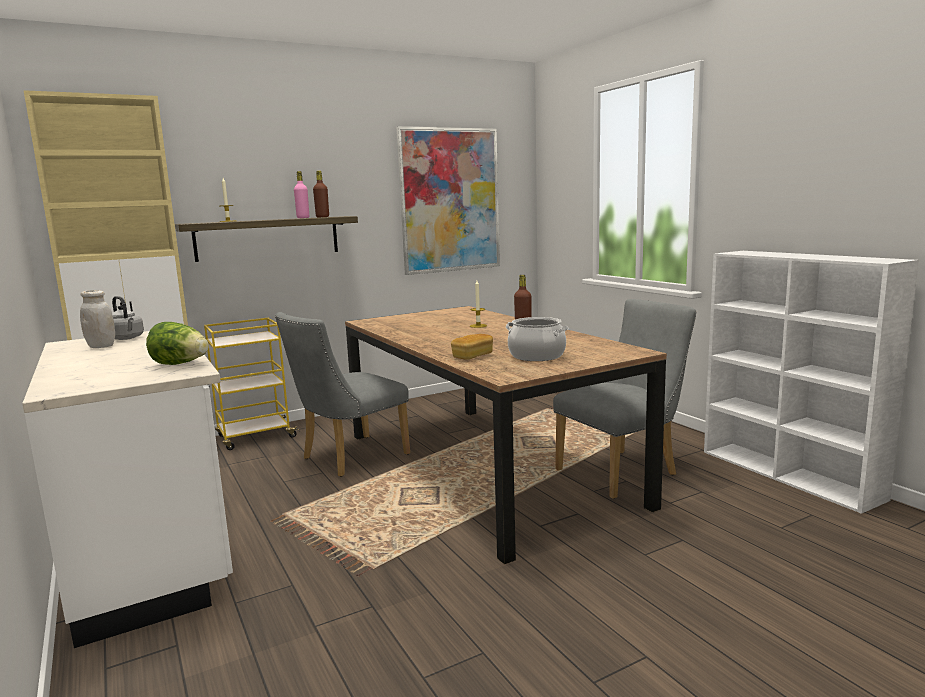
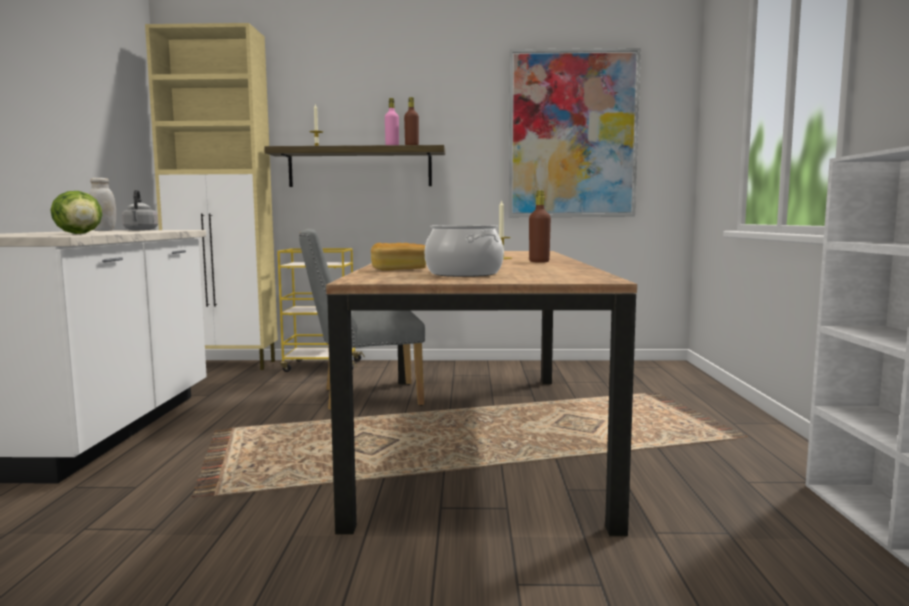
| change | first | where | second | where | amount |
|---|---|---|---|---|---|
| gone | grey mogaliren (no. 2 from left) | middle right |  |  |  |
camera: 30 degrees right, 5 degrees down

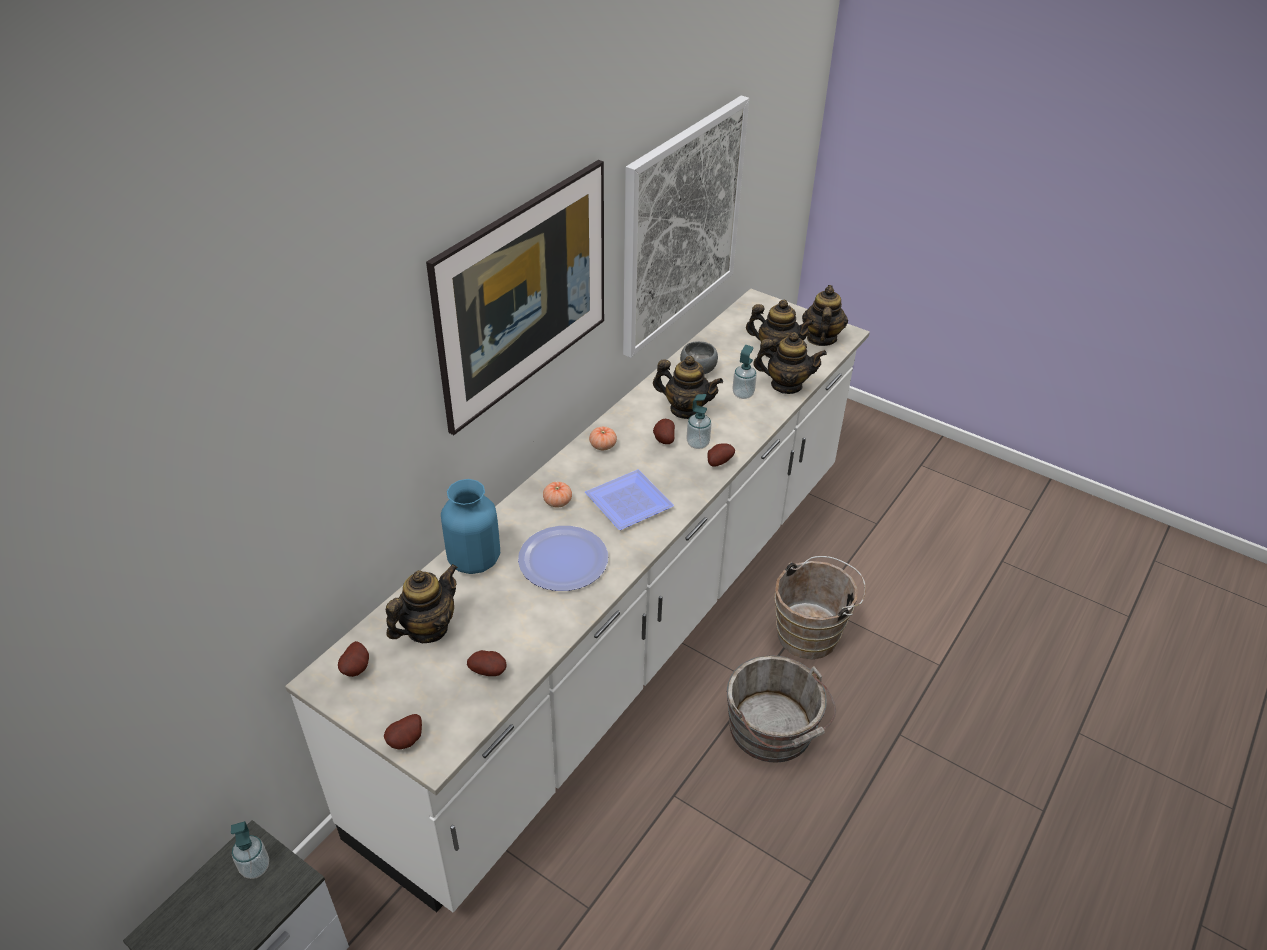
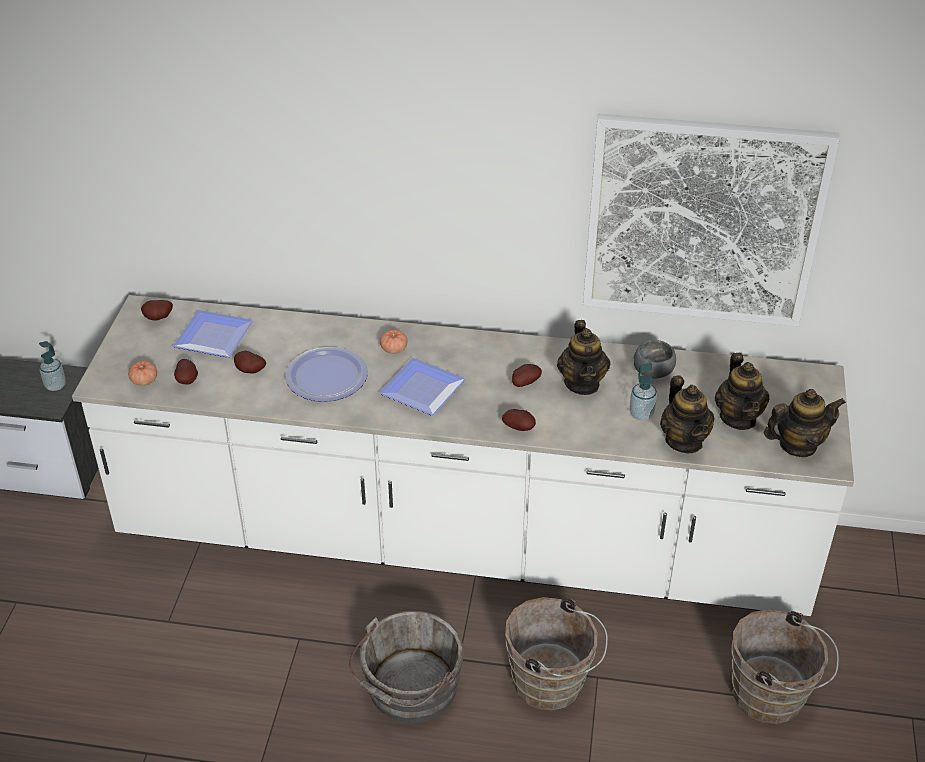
| change | first | where | second | where | amount |
|---|---|---|---|---|---|
| shifted | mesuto (no. 2 from left in the first image) | bottom left | mesuto (no. 3 from left) | middle left |  |
| swapped | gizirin (no. 1 from left) | middle left | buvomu (no. 1 from left) | middle left |  |
| gone | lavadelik (no. 1 from left) | top centre |  |  |  |
| gone | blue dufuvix | centre |  |  |  |
| shifted | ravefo (no. 2 from left in the first image) | centre | ravefo (no. 1 from left) | middle left |  |
| gone | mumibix (no. 2 from left) | centre |  |  |  |
| new |  |  | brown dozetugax (no. 2 from left) | bottom right |  |
camera: 65 degrees right, 0 degrees up

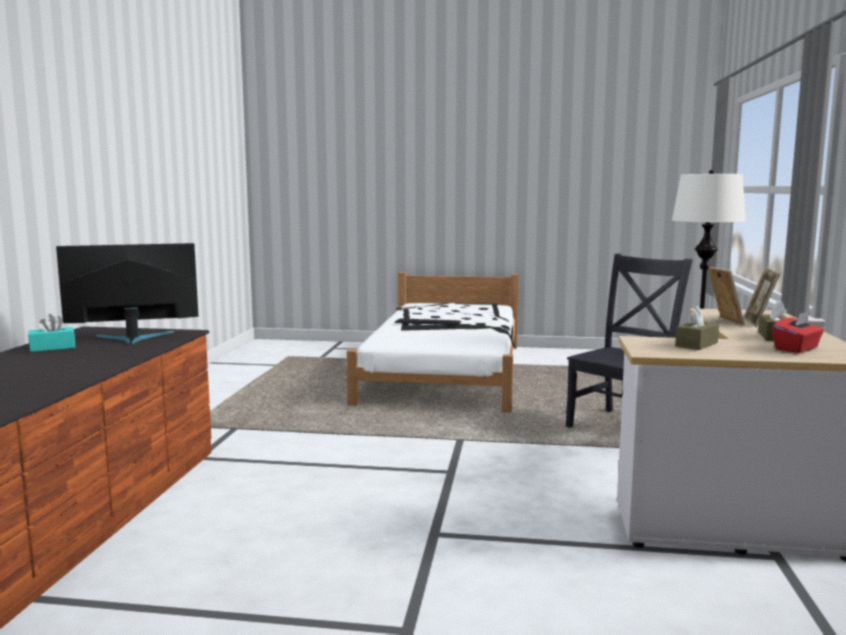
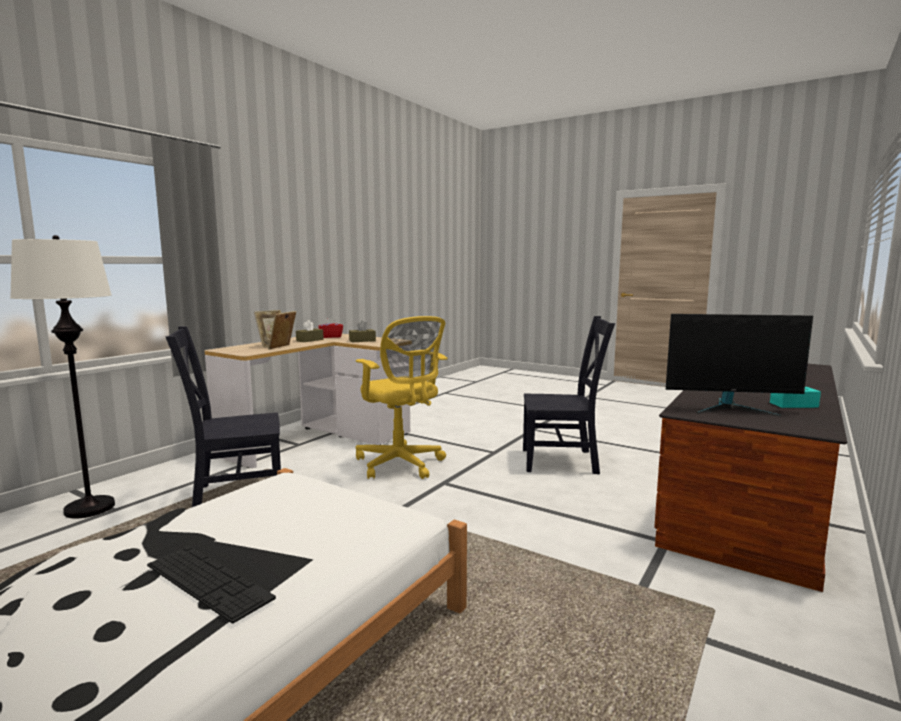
| change | first | where | second | where | amount |
|---|---|---|---|---|---|
| new |  |  | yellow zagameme | centre |  |
| new |  |  | black mogaliren (no. 2 from left) | centre |  |
camera: 155 degrees left, 0 degrees up

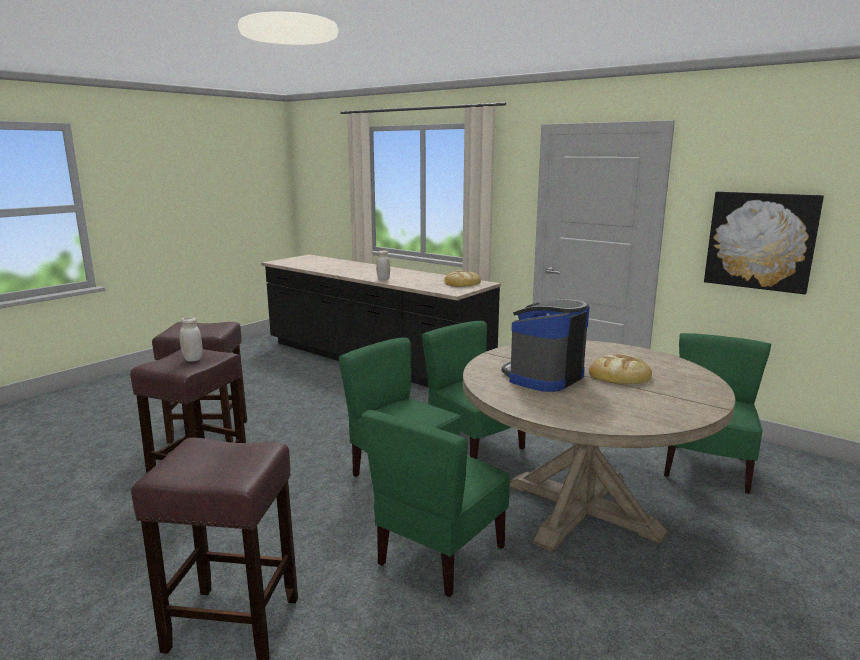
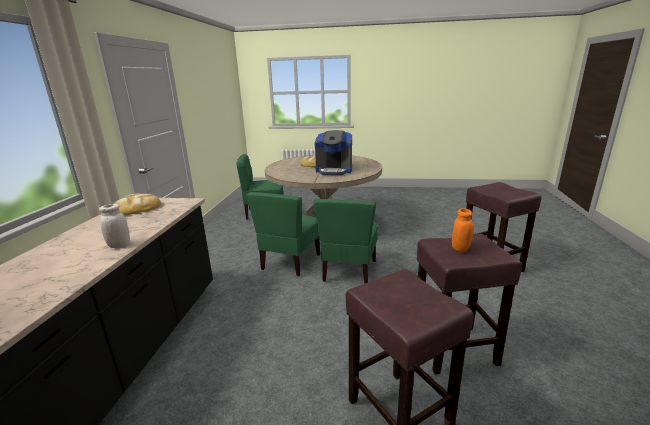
| change | first | where | second | where | amount |
|---|---|---|---|---|---|
| repainted | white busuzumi (no. 1 from left) | middle left | orange busuzumi | middle right |  |
| gone | green mogaliren (no. 2 from left) | bottom centre |  |  |  |
| gone | lavadelik | middle right |  |  |  |
camera: 120 degrees left, 5 degrees up

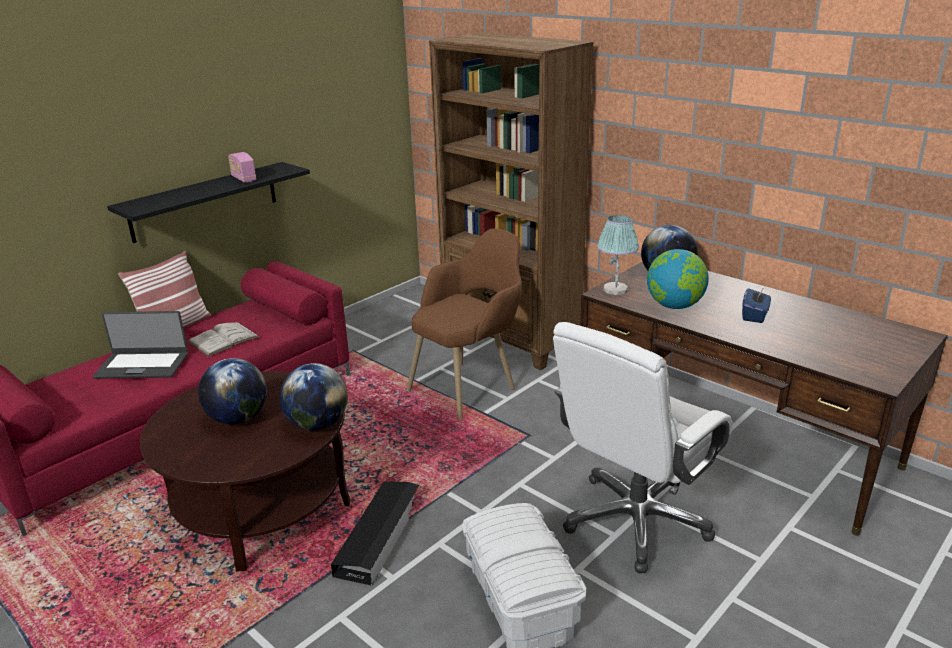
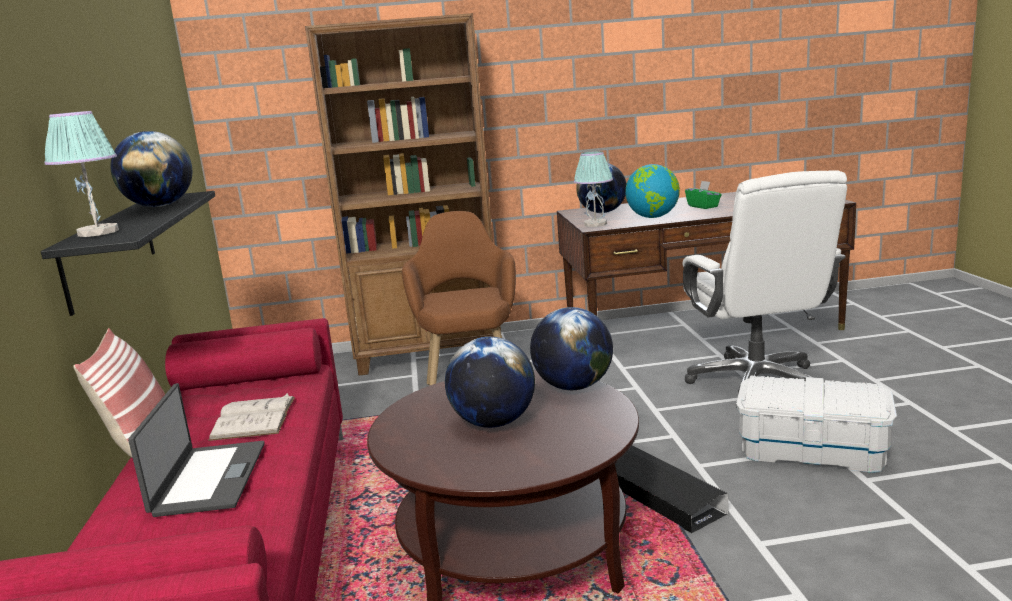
| change | first | where | second | where | amount |
|---|---|---|---|---|---|
| rotated | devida | middle left |  | bottom left | 45 degrees counterclockwise |
| swapped | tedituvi | top left | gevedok (no. 1 from left) | top left |  |
| repainted | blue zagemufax | middle right | green zagemufax | top right |  |
| new |  |  | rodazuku (no. 1 from left) | top left |  |
camera: 50 degrees left, 10 degrees down

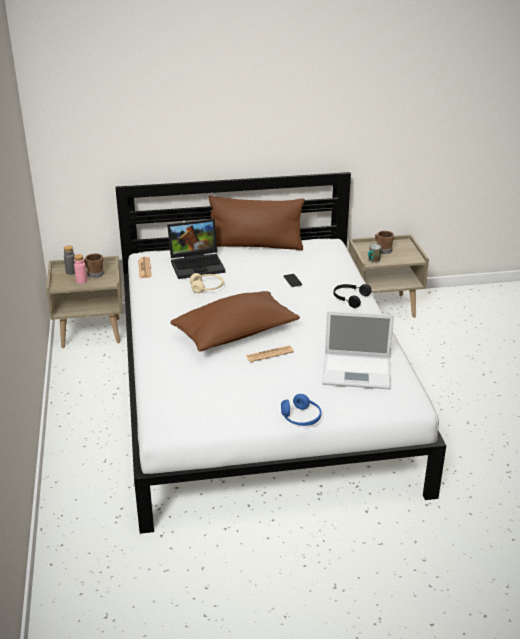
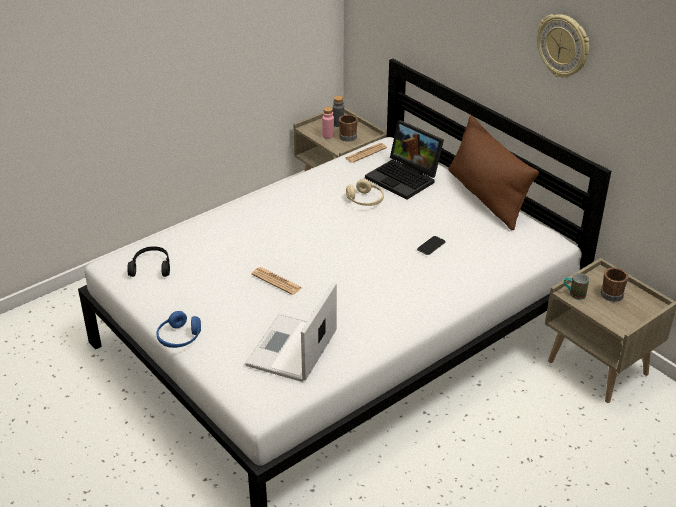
| change | first | where | second | where | amount |
|---|---|---|---|---|---|
| gone | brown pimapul (no. 1 from left) | centre |  |  |  |
| rotated | devida (no. 2 from left in the first image) | middle right | devida (no. 1 from left) | centre | 45 degrees clockwise |
| shifted | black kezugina | middle right |  | middle left |  |
| new |  |  | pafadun | top right |  |
camera: 60 degrees right, 5 degrees up

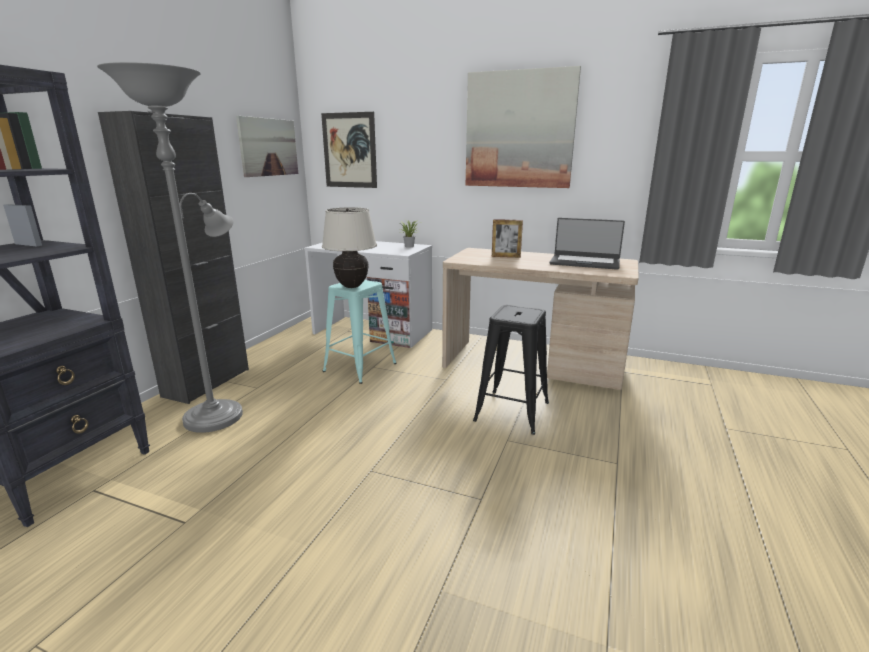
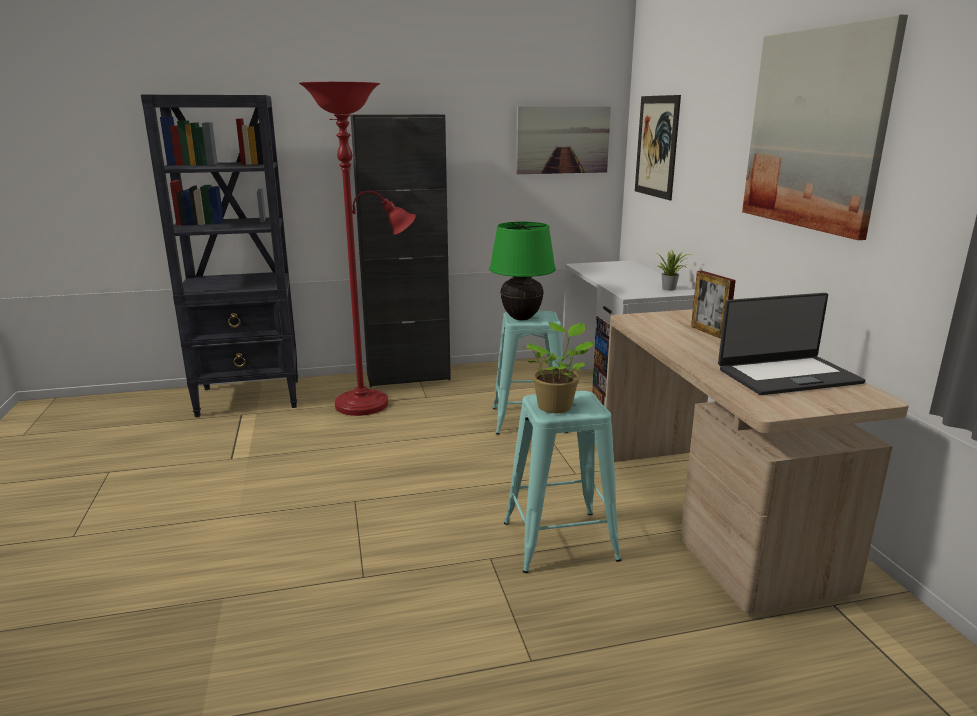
| change | first | where | second | where | amount |
|---|---|---|---|---|---|
| repainted | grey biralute | middle left | red biralute | centre |  |
| repainted | beige rodazuku | centre | green rodazuku | centre |  |
| repainted | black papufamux | centre | turquoise papufamux (no. 2 from left) | bottom centre |  |
| rotated | devida | middle right |  | middle right | 90 degrees counterclockwise |
| new |  |  | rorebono (no. 1 from left) | centre |  |
camera: 55 degrees right, 0 degrees up

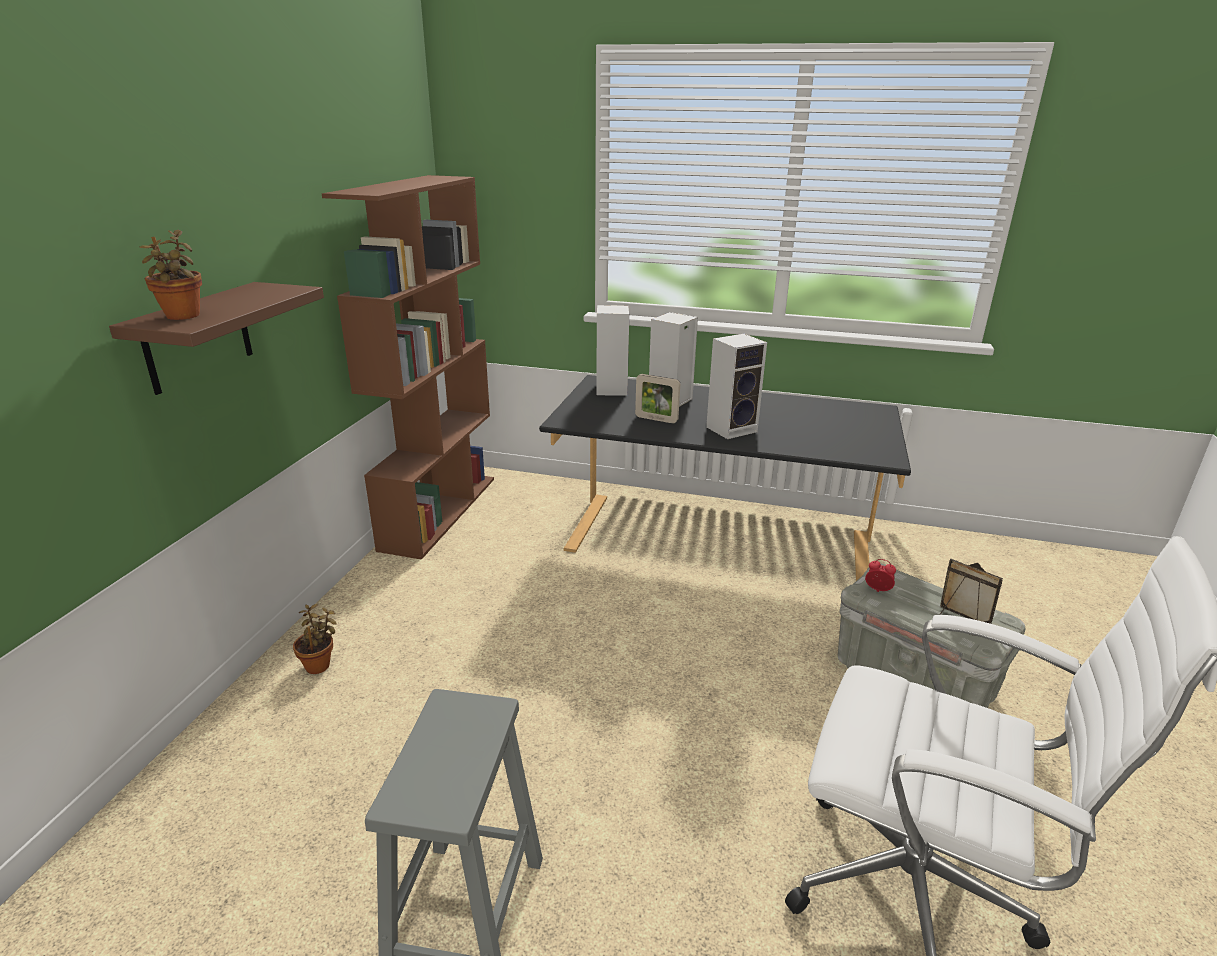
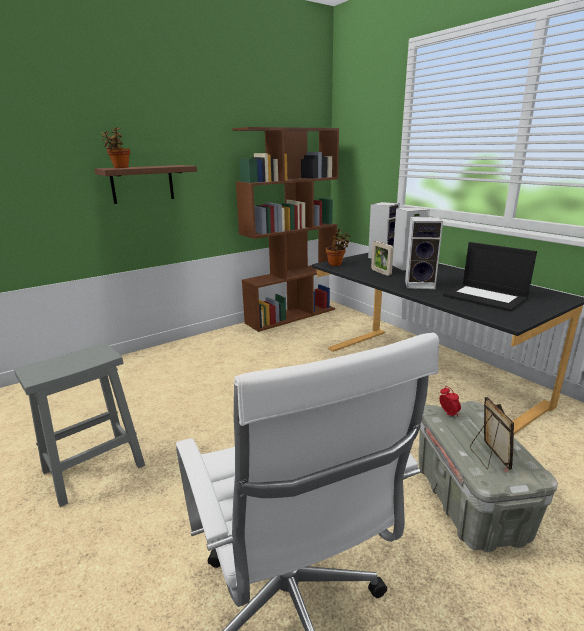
| change | first | where | second | where | amount |
|---|---|---|---|---|---|
| shifted | rorebono (no. 2 from left) | bottom left |  | centre |  |
| new |  |  | devida | middle right |  |
camera: 40 degrees right, 5 degrees down

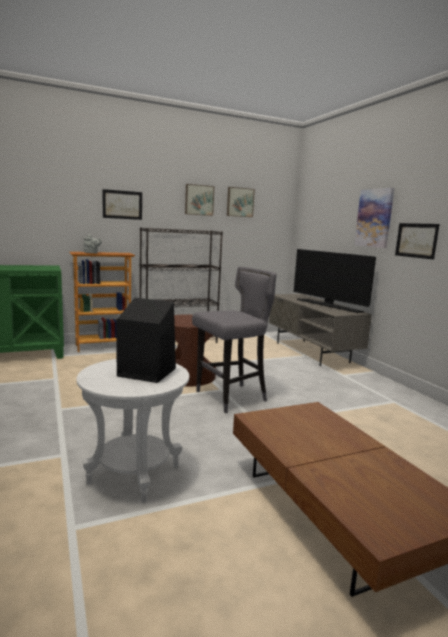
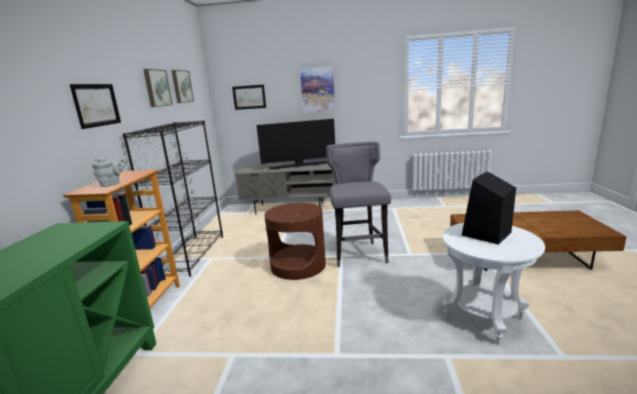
| change | first | where | second | where | amount |
|---|---|---|---|---|---|
| shifted | lavadelik (no. 5 from left in the first image) | middle right | lavadelik (no. 4 from left) | top centre |  |
camera: 60 degrees left, 5 degrees up

